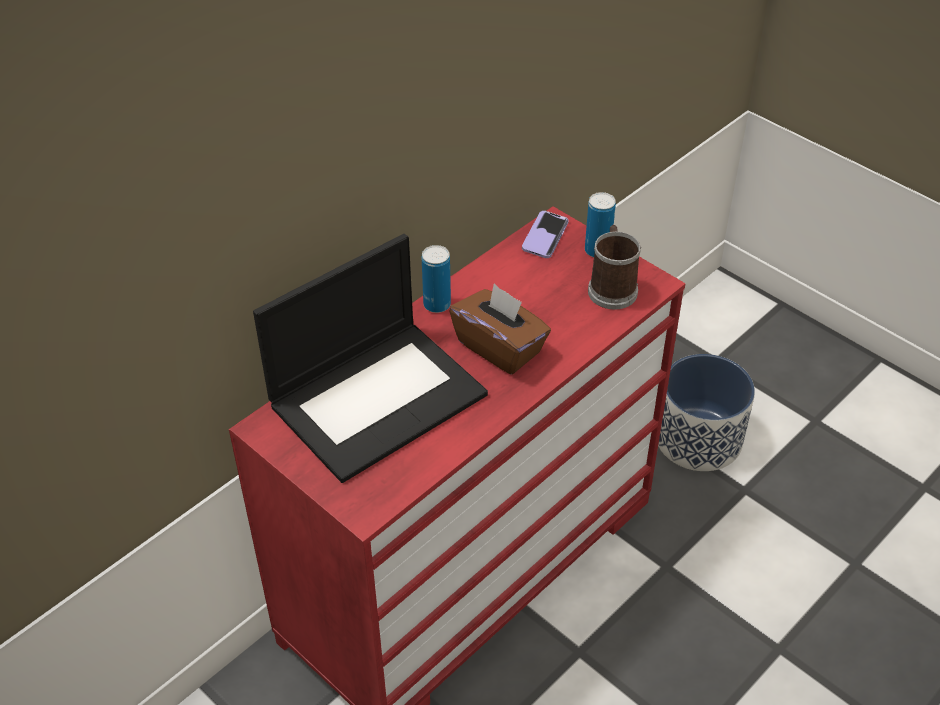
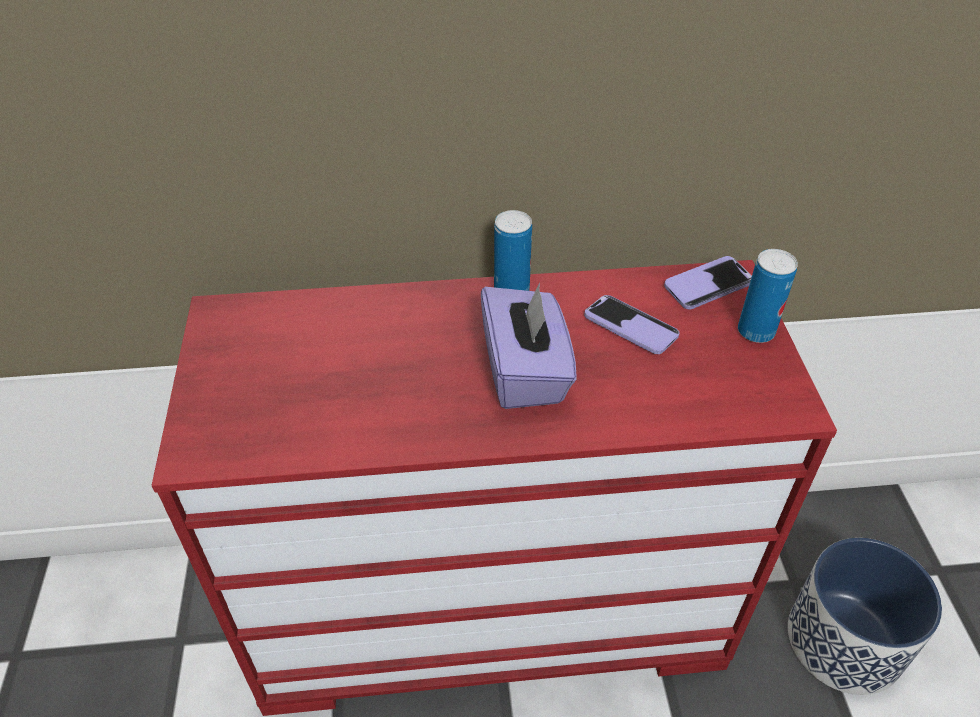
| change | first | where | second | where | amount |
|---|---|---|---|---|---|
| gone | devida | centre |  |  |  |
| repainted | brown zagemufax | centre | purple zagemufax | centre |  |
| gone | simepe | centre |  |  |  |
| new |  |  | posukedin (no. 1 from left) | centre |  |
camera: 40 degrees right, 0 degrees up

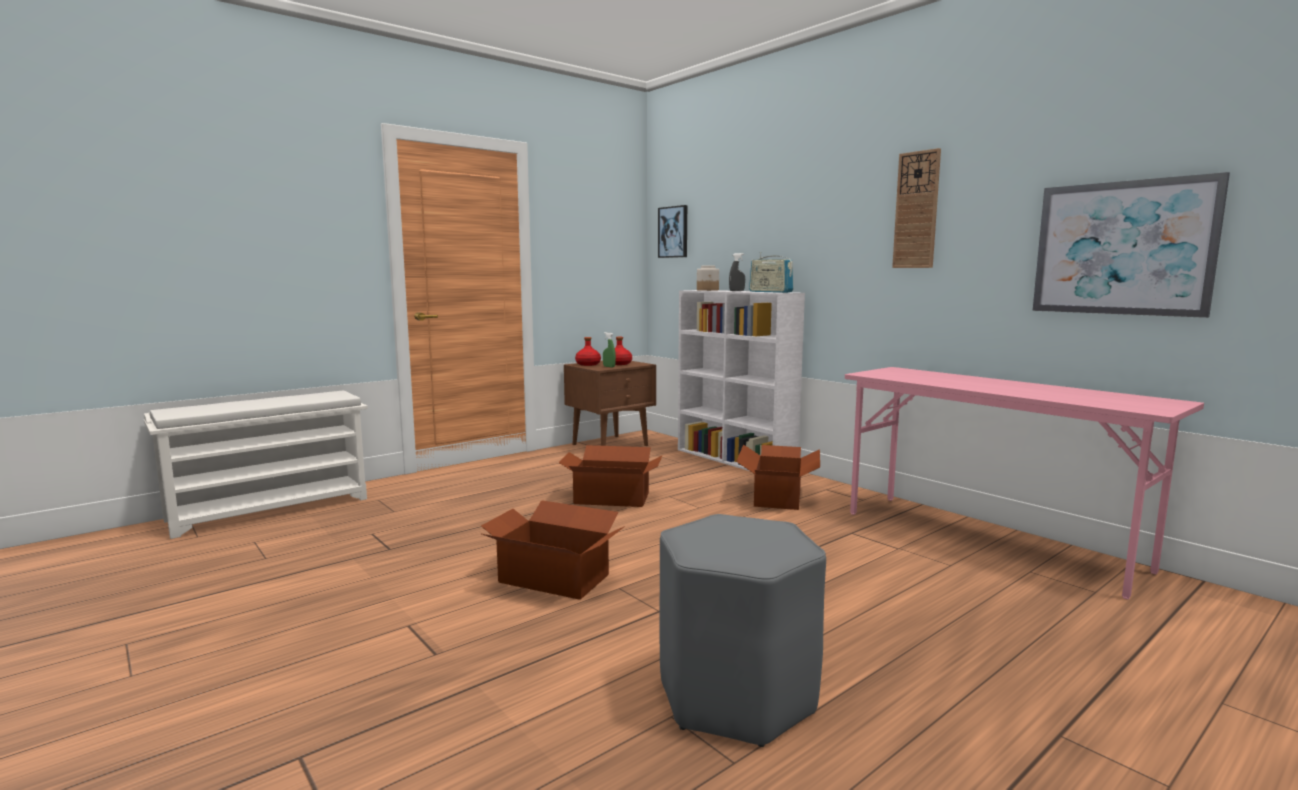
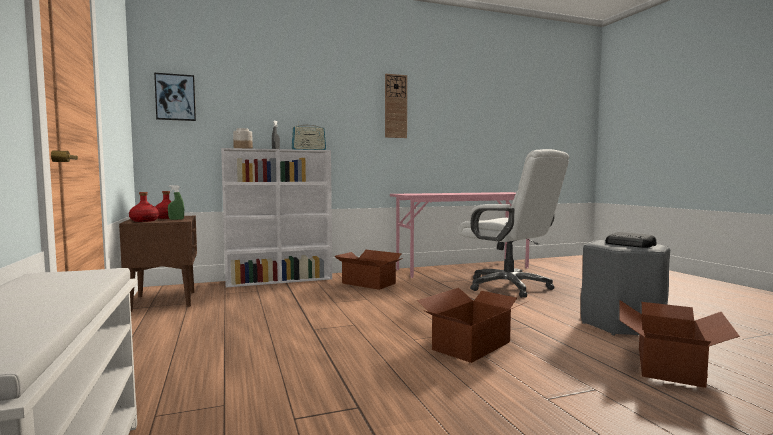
| change | first | where | second | where | amount |
|---|---|---|---|---|---|
| shifted | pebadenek (no. 2 from left in the first image) | centre | pebadenek (no. 3 from left) | bottom right |  |
| gone | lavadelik (no. 2 from left) | top right |  |  |  |
| new |  |  | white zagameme | centre |  |
| new |  |  | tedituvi (no. 2 from left) | middle right |  |
camera: 70 degrees left, 5 degrees down

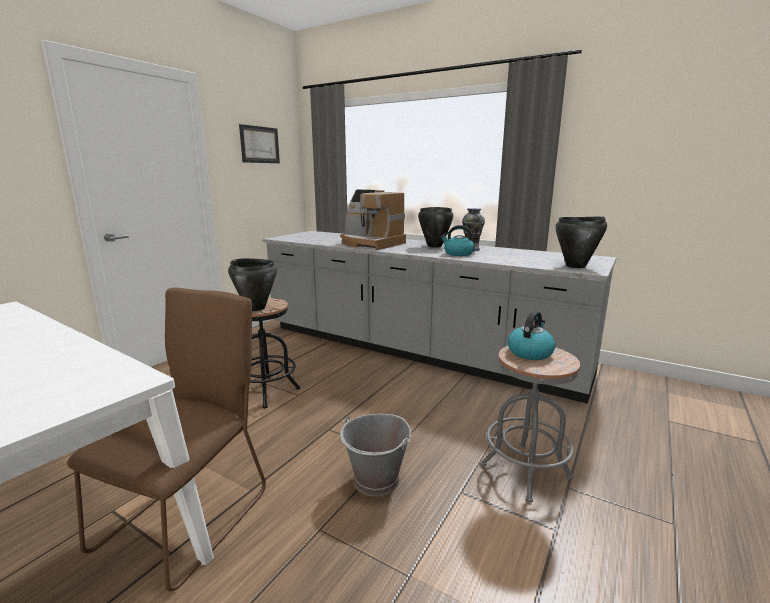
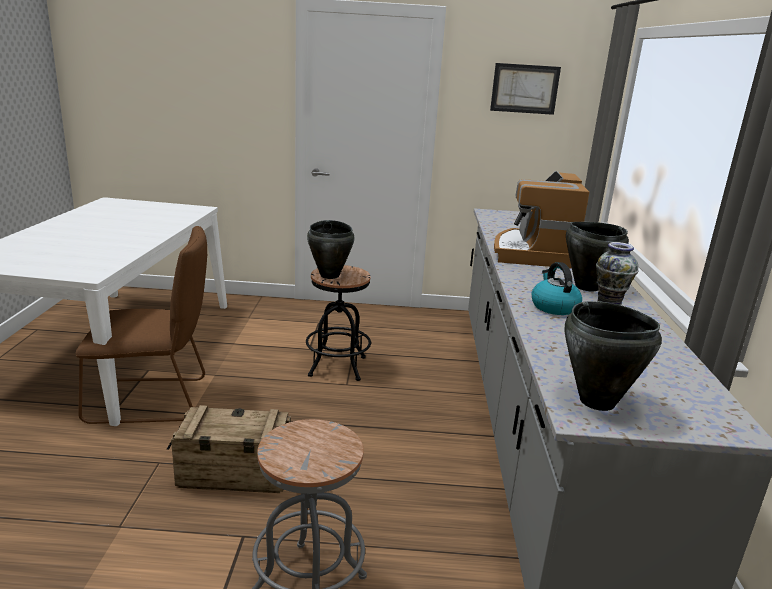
| change | first | where | second | where | amount |
|---|---|---|---|---|---|
| swapped | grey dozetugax | bottom centre | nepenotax | bottom left |  |
| gone | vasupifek (no. 2 from left) | middle right |  |  |  |
camera: 60 degrees right, 5 degrees up

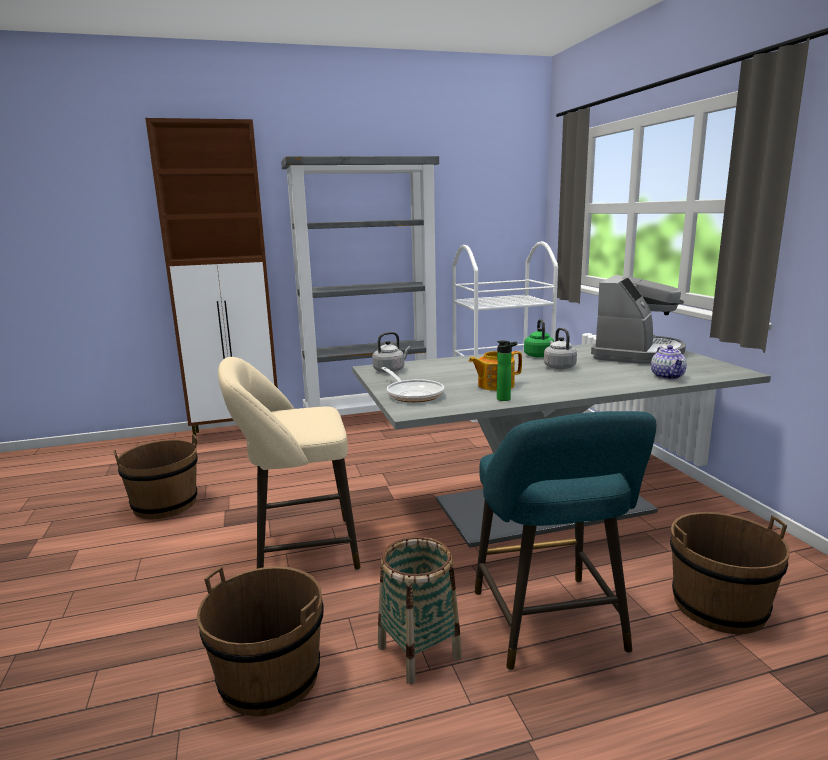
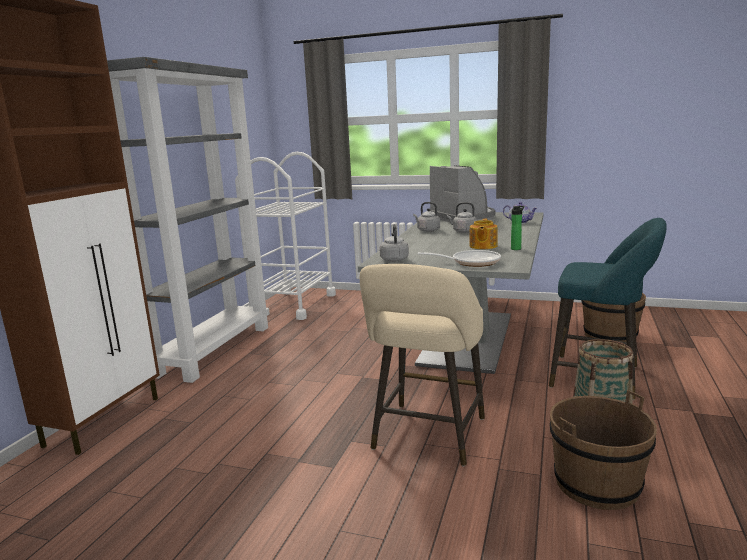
| change | first | where | second | where | amount |
|---|---|---|---|---|---|
| gone | brown dozetugax (no. 1 from left) | middle left |  |  |  |
| repainted | green vasupifek | centre | grey vasupifek (no. 2 from left) | centre |  |
camera: 55 degrees left, 0 degrees up

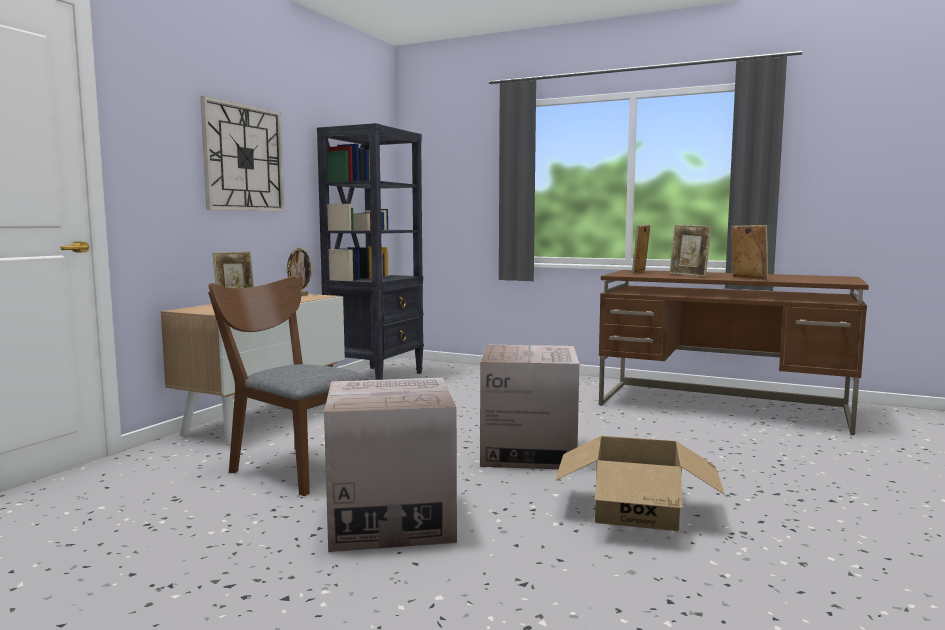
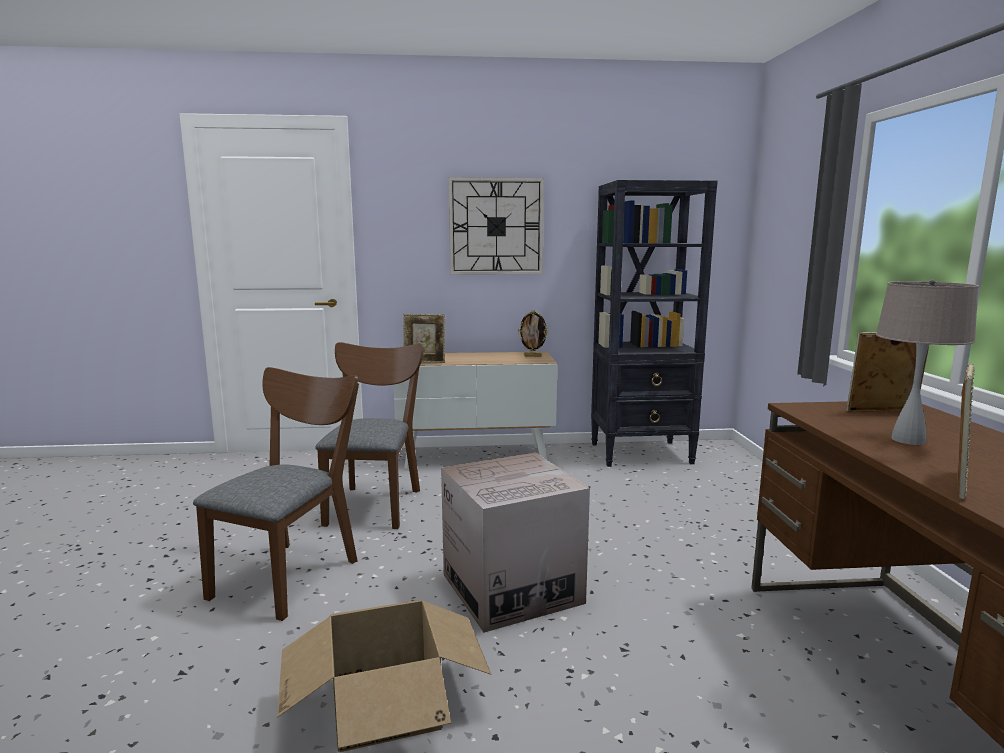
| change | first | where | second | where | amount |
|---|---|---|---|---|---|
| swapped | pebadenek (no. 1 from left) | bottom centre | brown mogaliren (no. 1 from left) | middle left |  |
| swapped | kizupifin (no. 4 from left) | middle right | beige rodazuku | middle right |  |
camera: 60 degrees right, 5 degrees up

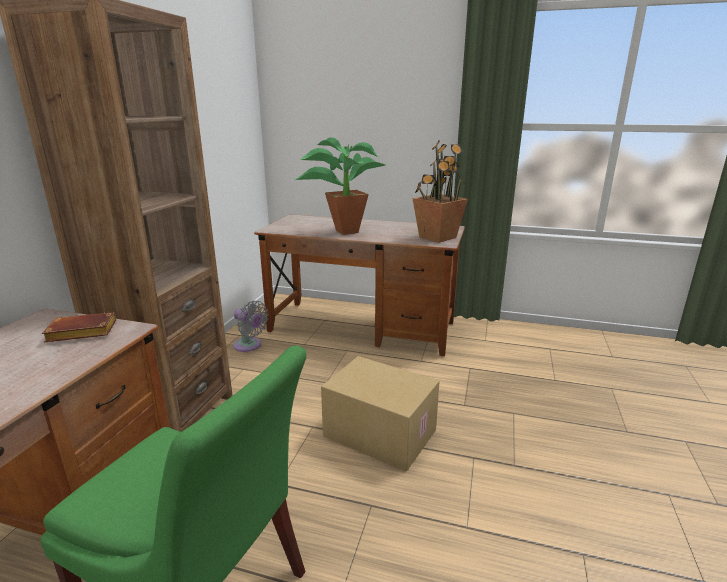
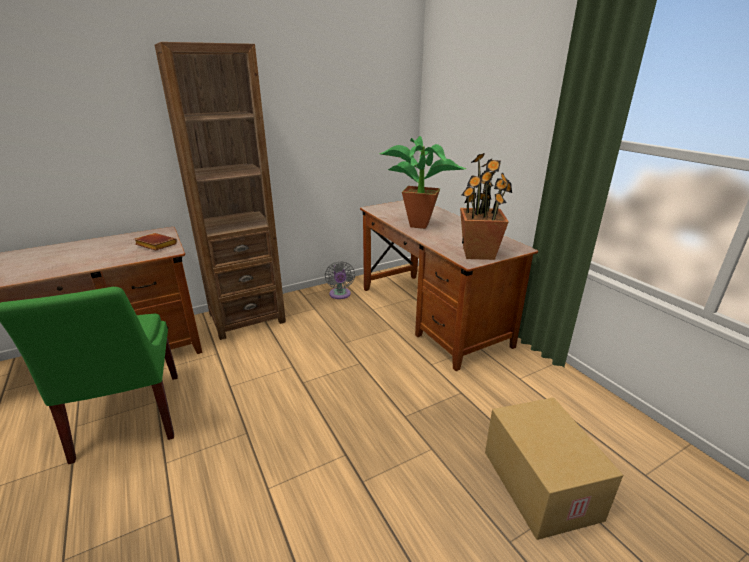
| change | first | where | second | where | amount |
|---|---|---|---|---|---|
| shifted | pebadenek | bottom centre |  | bottom right |  |
camera: 45 degrees right, 5 degrees up

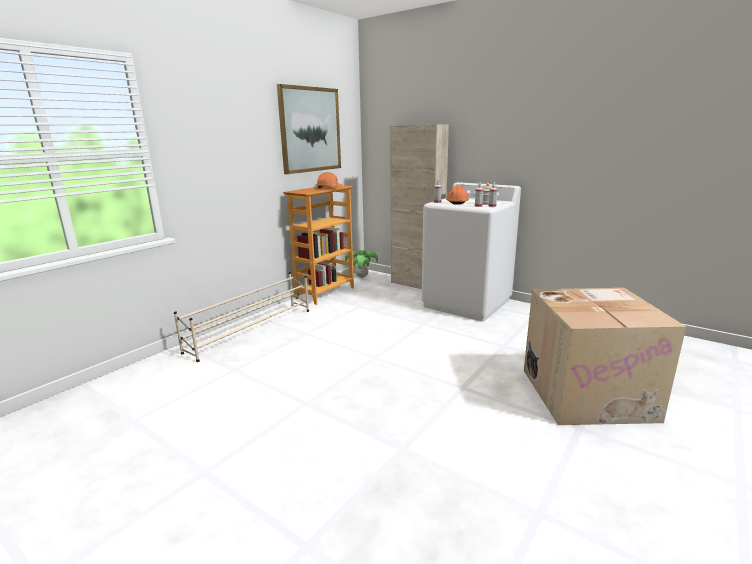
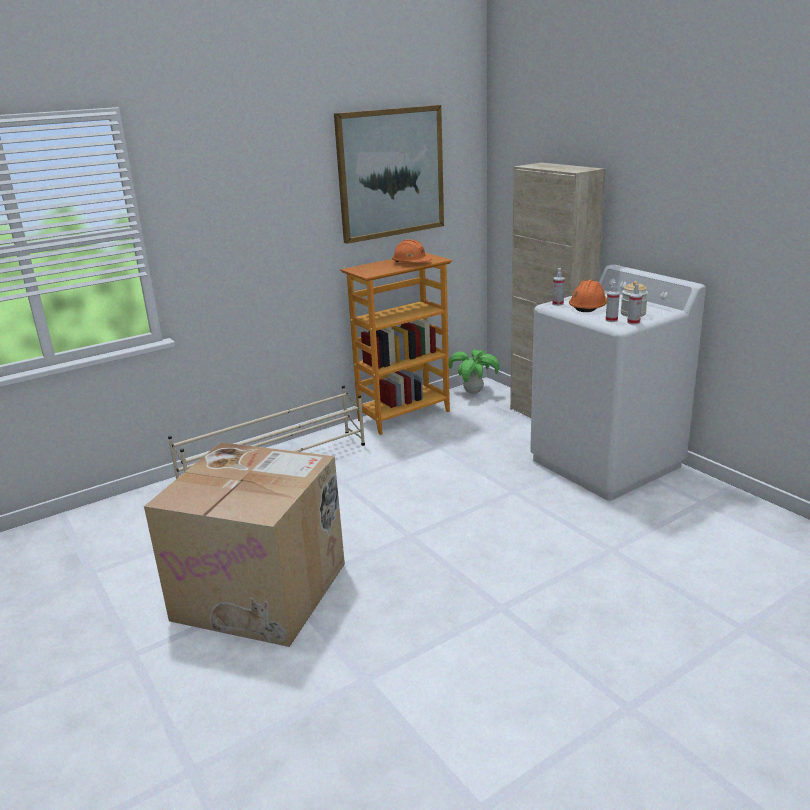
| change | first | where | second | where | amount |
|---|---|---|---|---|---|
| shifted | pebadenek | middle right |  | bottom left |  |
camera: 20 degrees right, 5 degrees up

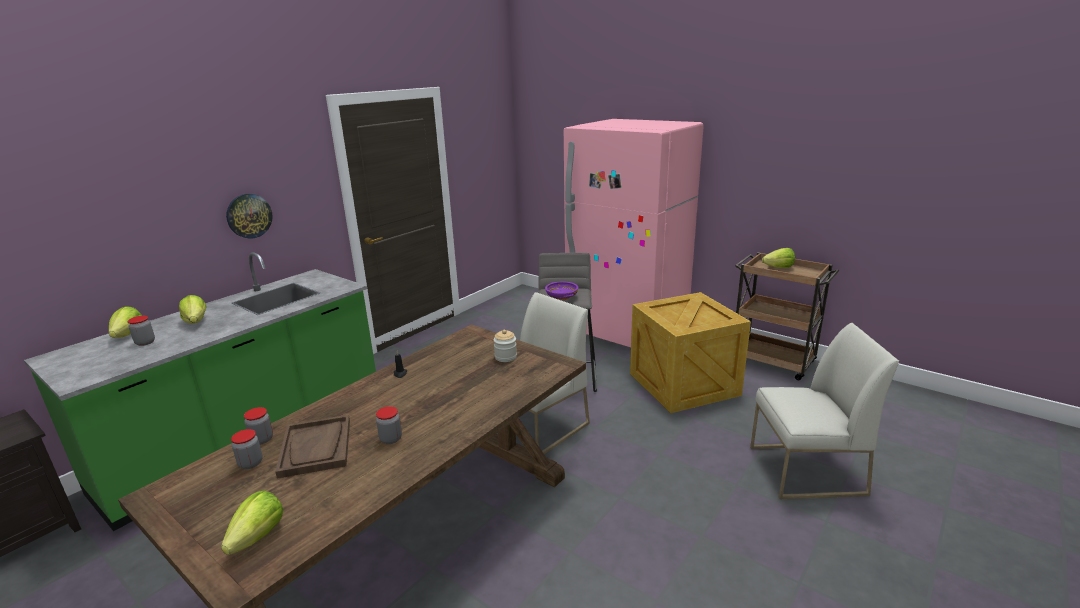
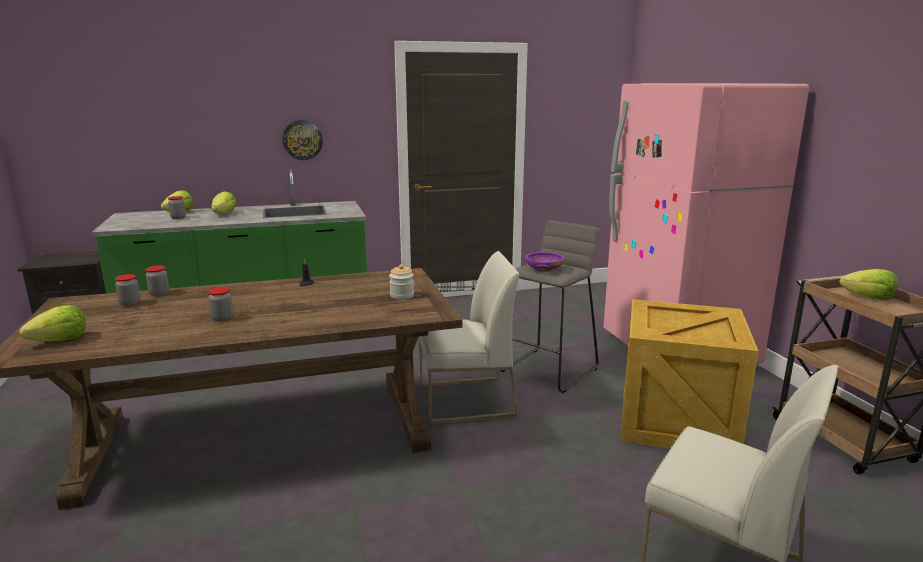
| change | first | where | second | where | amount |
|---|---|---|---|---|---|
| gone | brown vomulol | bottom left |  |  |  |
camera: 35 degrees right, 5 degrees down

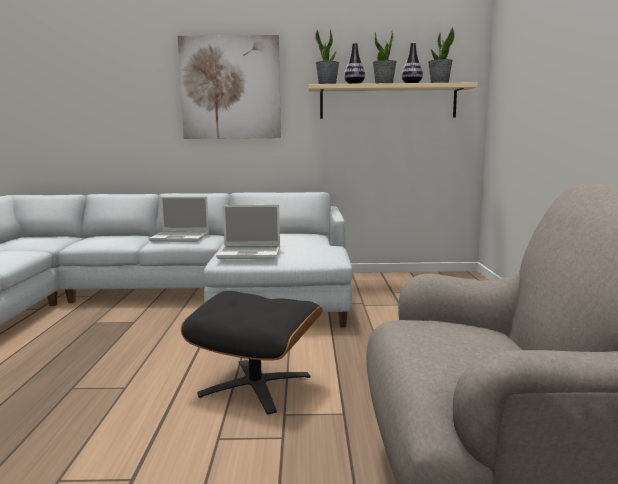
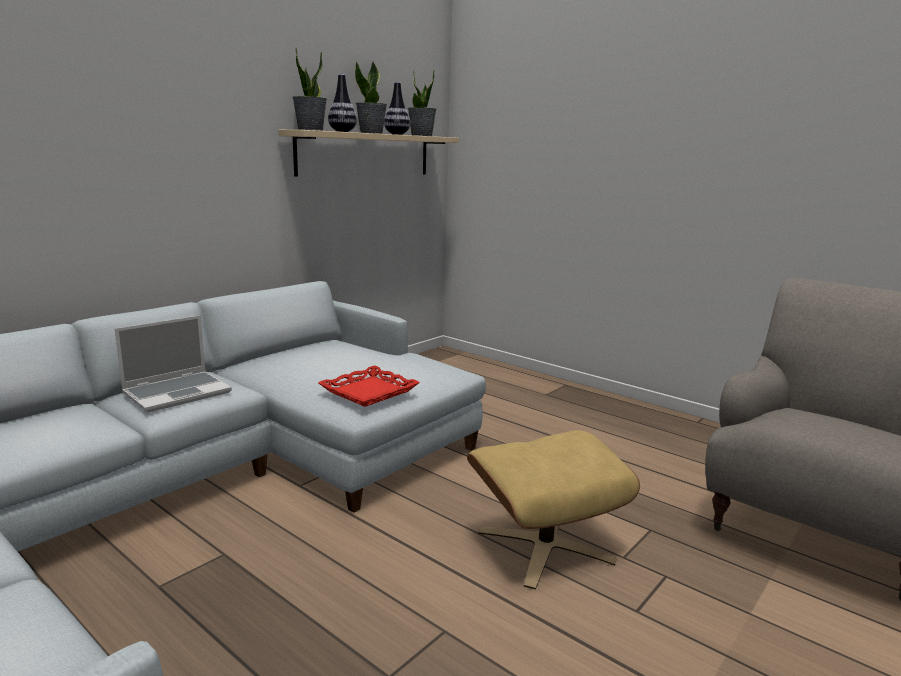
| change | first | where | second | where | amount |
|---|---|---|---|---|---|
| gone | lavadelik | top centre |  |  |  |
| repainted | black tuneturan | bottom centre | beige tuneturan | bottom centre |  |
| swapped | devida (no. 2 from left) | centre | red vomulol | centre |  |
camera: 50 degrees left, 5 degrees up

